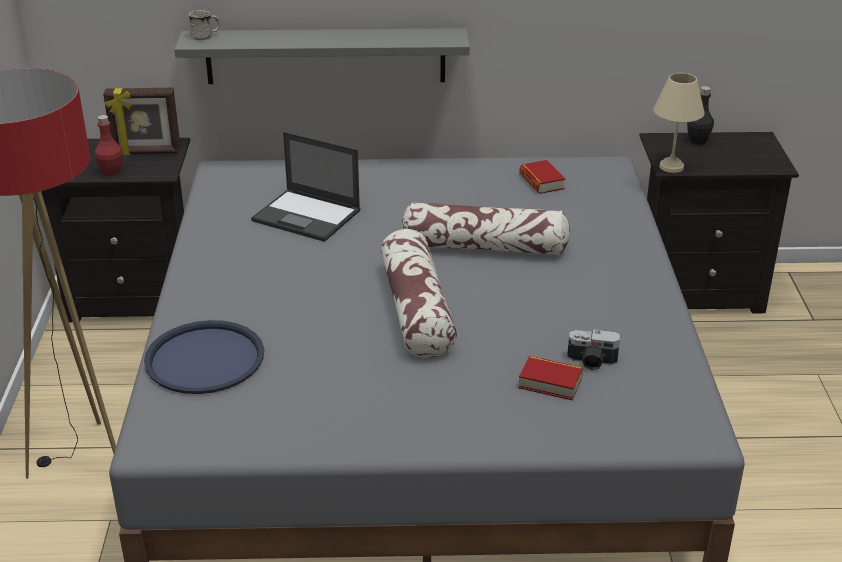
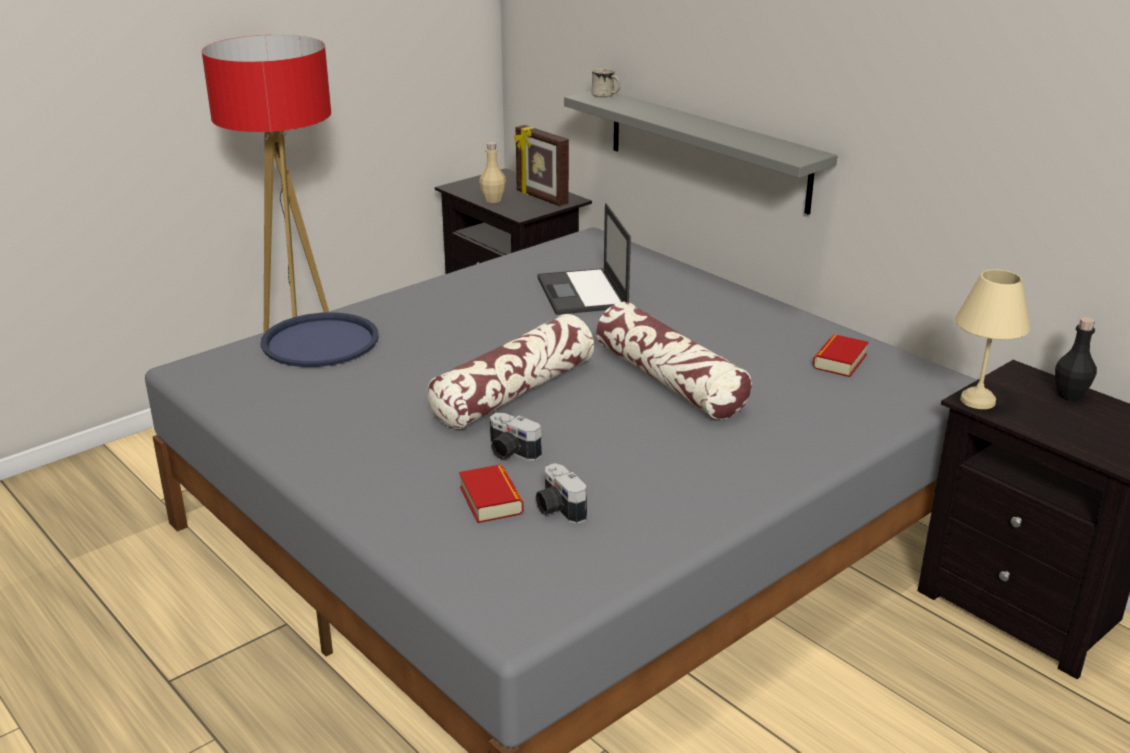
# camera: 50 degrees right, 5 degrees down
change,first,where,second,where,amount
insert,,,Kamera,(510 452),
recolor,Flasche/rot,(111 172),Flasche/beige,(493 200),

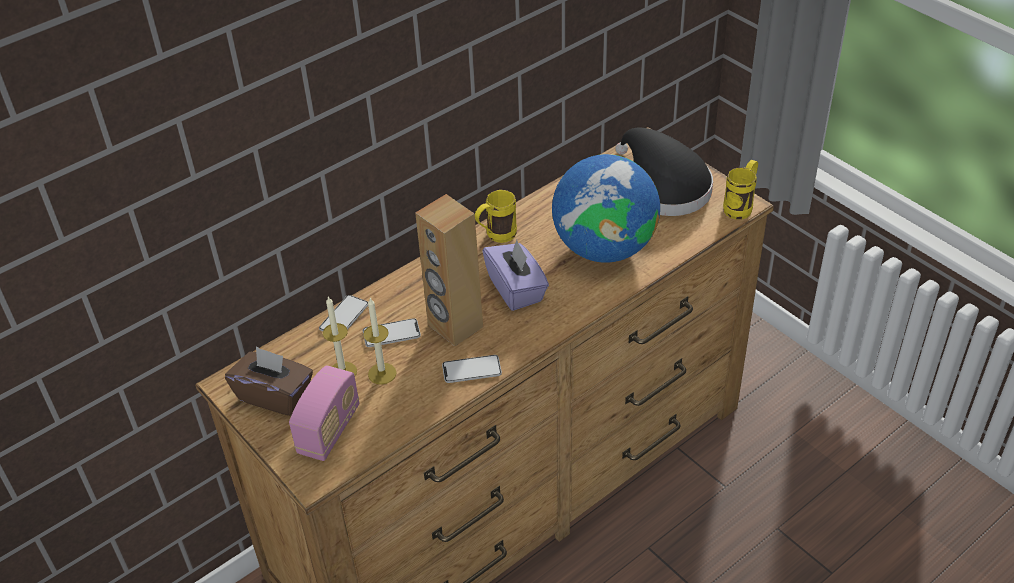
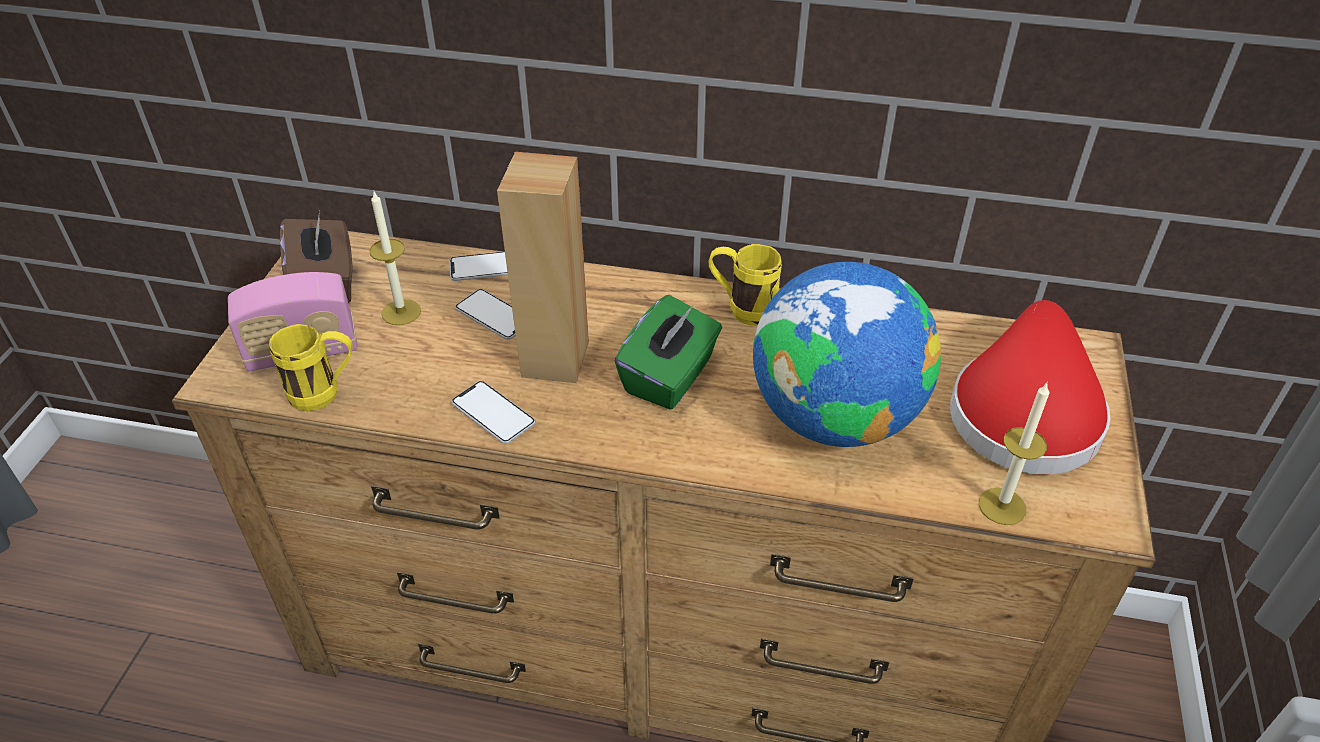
# camera: 50 degrees right, 0 degrees up
change,first,where,second,where,amount
move,Kerze,(382 373),,(1002 506),
move,Henkelbecher/gelb,(741 206),,(326 394),
recolor,Taschentuchbox/lila,(516 289),Taschentuchbox/grün,(670 377),
recolor,Hut/schwarz,(662 187),Hut/rot,(1024 411),

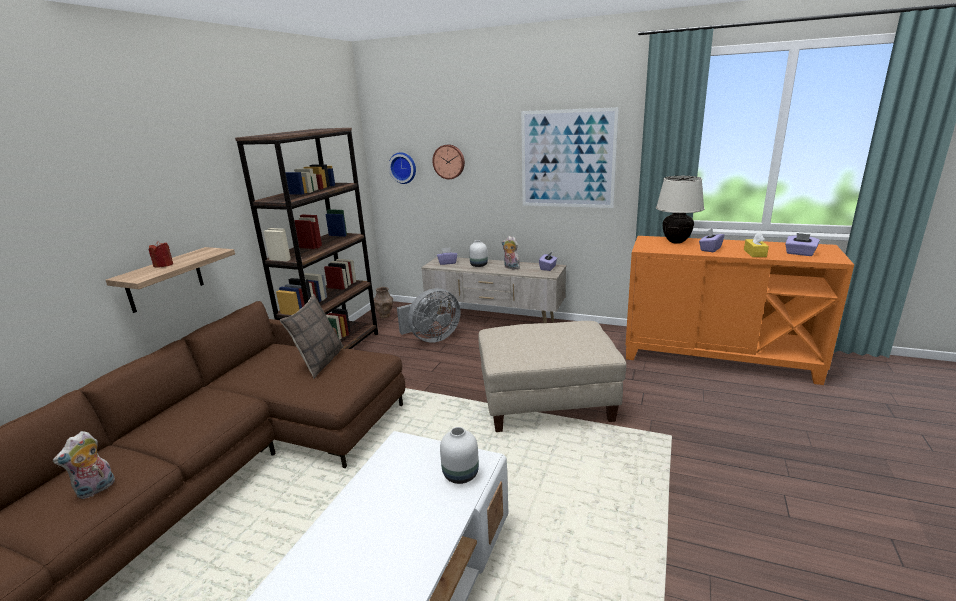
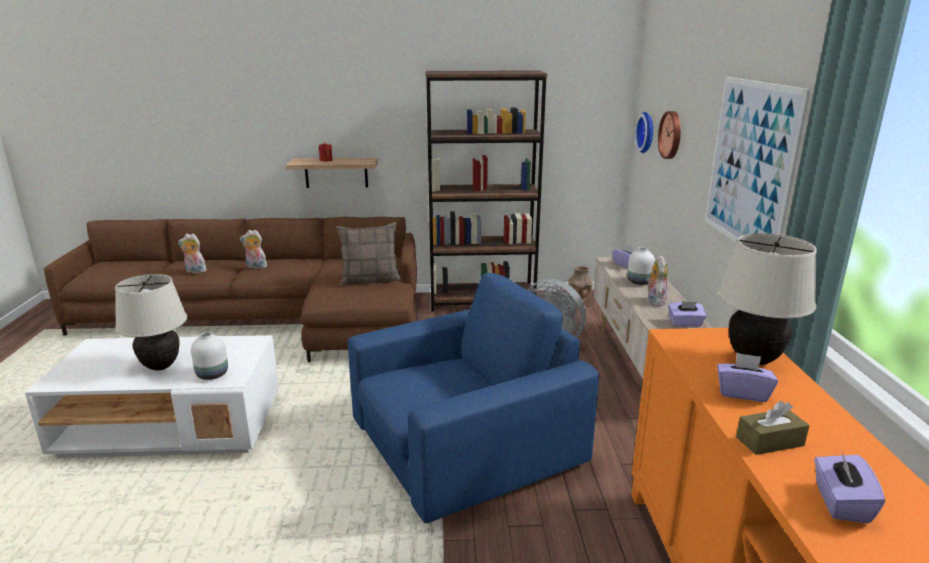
# camera: 65 degrees right, 0 degrees up
change,first,where,second,where,amount
insert,,,Tischlampe/beige,(161 366),
insert,,,Plüschtier,(255 267),
replace,Polsterhocker/beige,(546 403),Sessel/blau,(464 444),
recolor,Taschentuchbox/gelb,(755 253),Taschentuchbox/braun,(769 441),

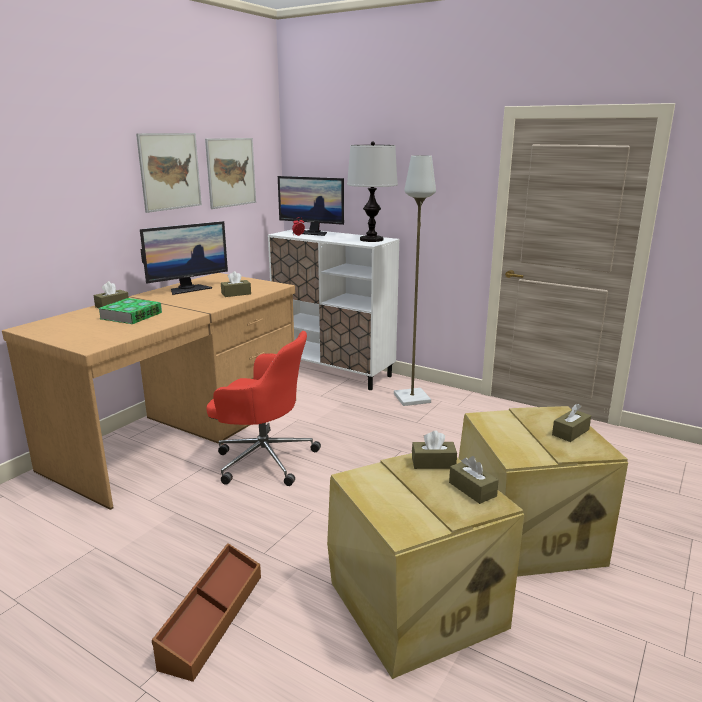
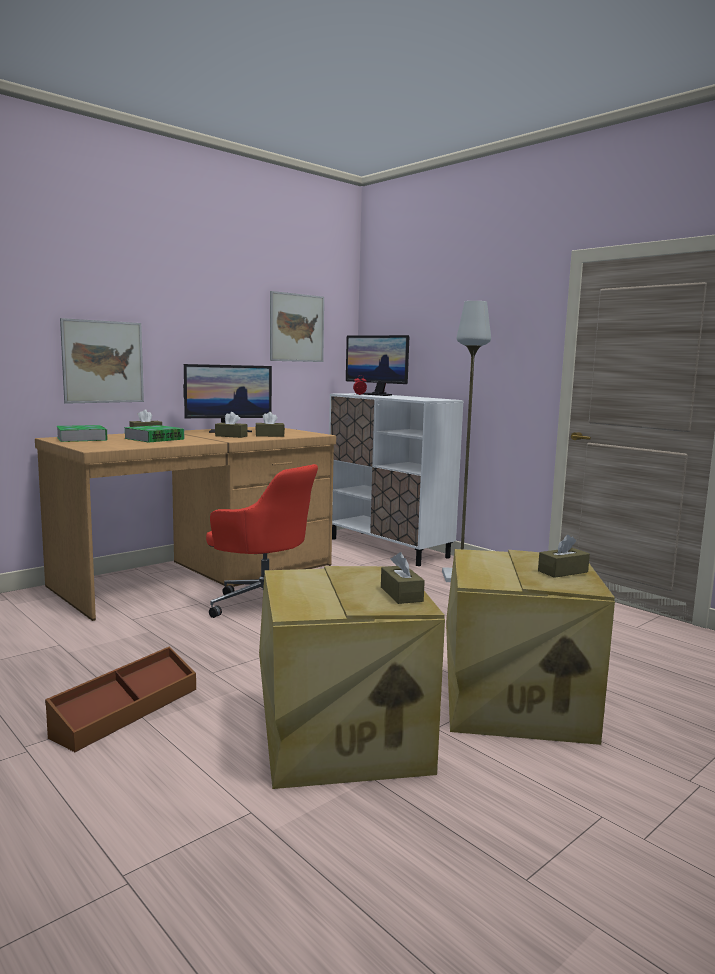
# camera: 15 degrees right, 10 degrees down
change,first,where,second,where,amount
delete,Tischlampe,(371 239),,,
insert,,,Buch,(82 438),
move,Bild,(170 171),,(103 362),
move,Taschentuchbox/braun,(433 463),,(231 436),

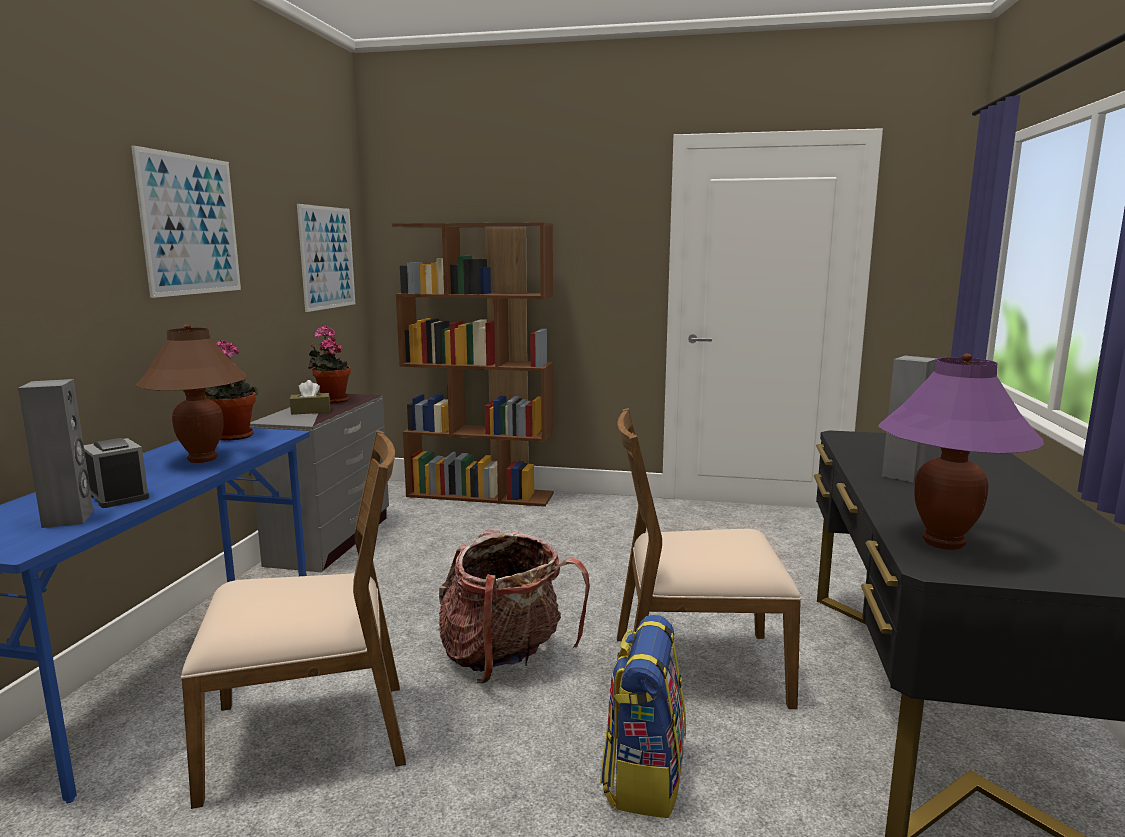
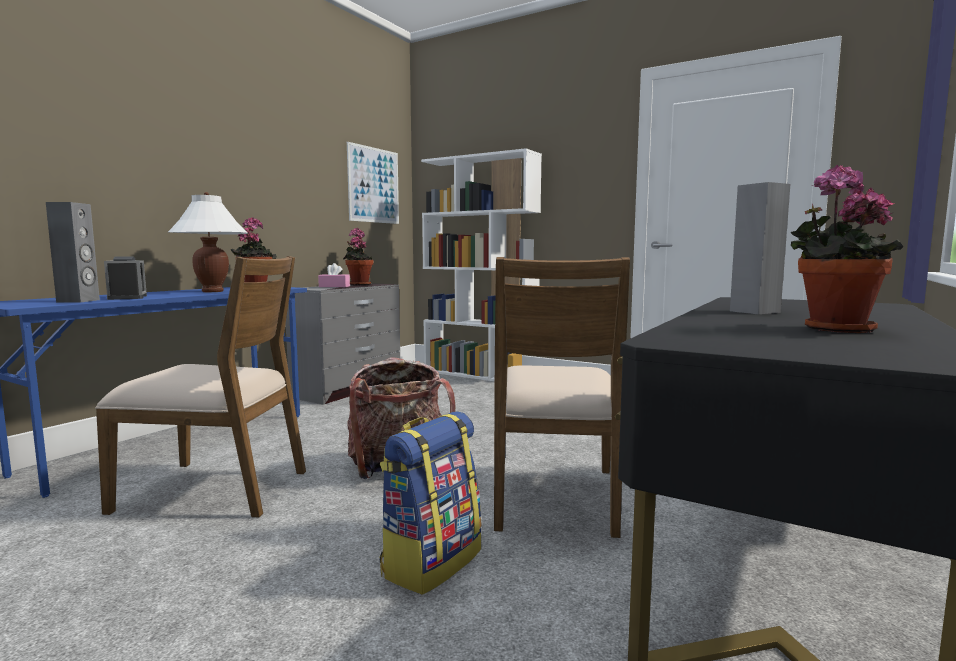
# camera: 20 degrees right, 5 degrees down
change,first,where,second,where,amount
delete,Bild,(190 225),,,
delete,Tischlampe/lila,(943 542),,,
insert,,,Topfpflanze,(832 329),
recolor,Tischlampe/braun,(203 459),Tischlampe/weiß,(213 291),
recolor,Taschentuchbox/braun,(311 411),Taschentuchbox/rosa,(334 286),
recolor,Bücherregal/braun,(481 495),Bücherregal/weiß,(480 375),
rotate,Stuhl/braun,(697 667),,(554 497),105 degrees counterclockwise

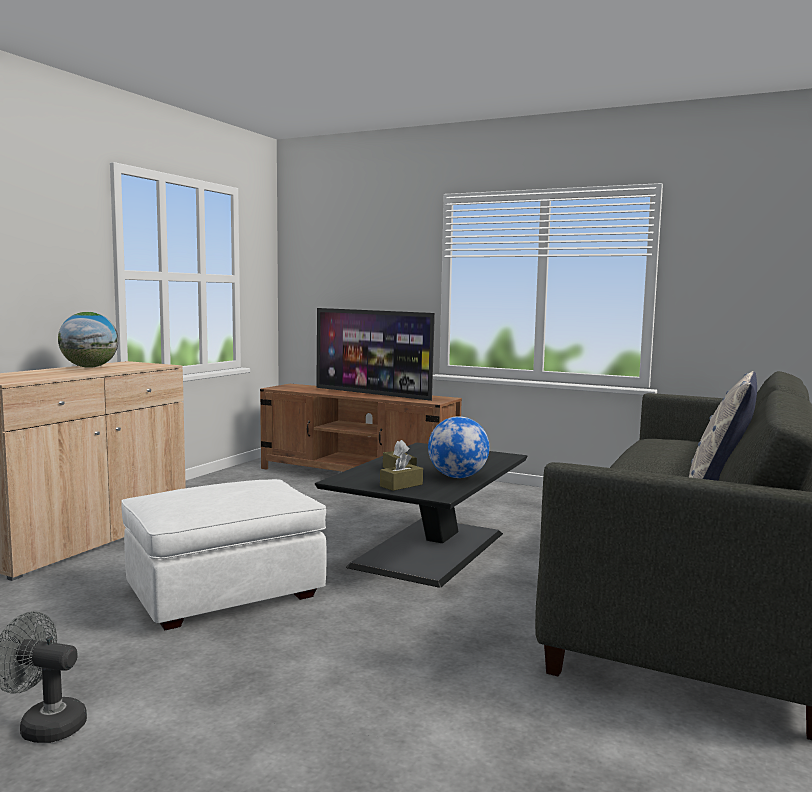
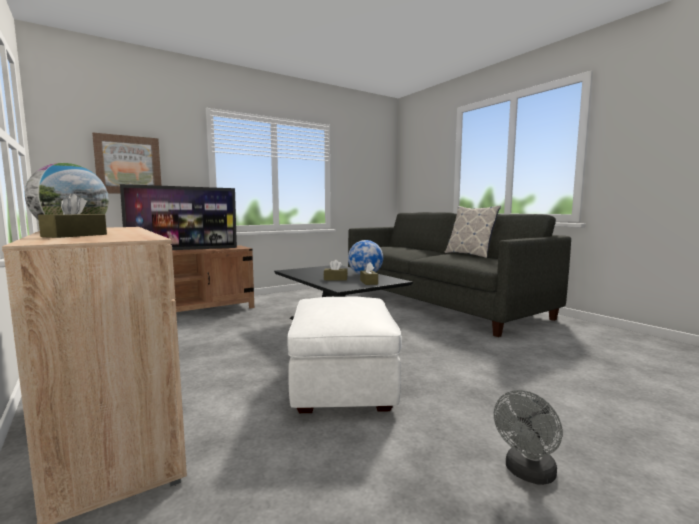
# camera: 60 degrees left, 0 degrees up
change,first,where,second,where,amount
insert,,,Taschentuchbox/braun,(75 235),
insert,,,Bild,(128 165),

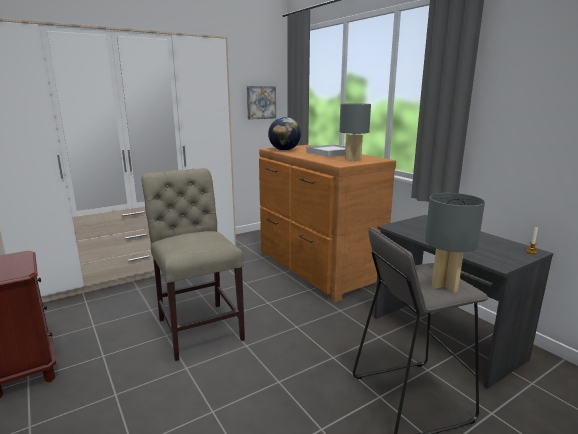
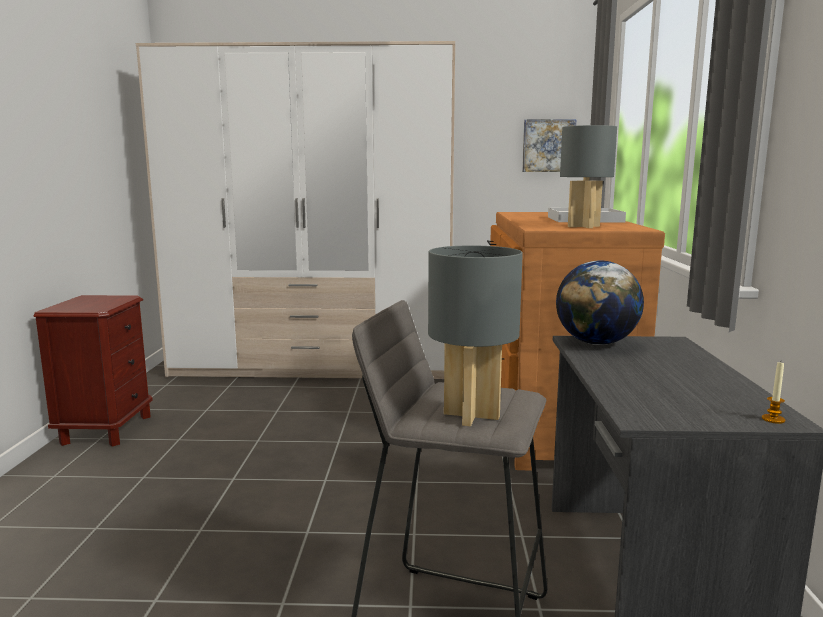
# camera: 35 degrees right, 5 degrees down
change,first,where,second,where,amount
delete,Stuhl/beige,(199 326),,,
move,Globus,(284 150),,(596 343),

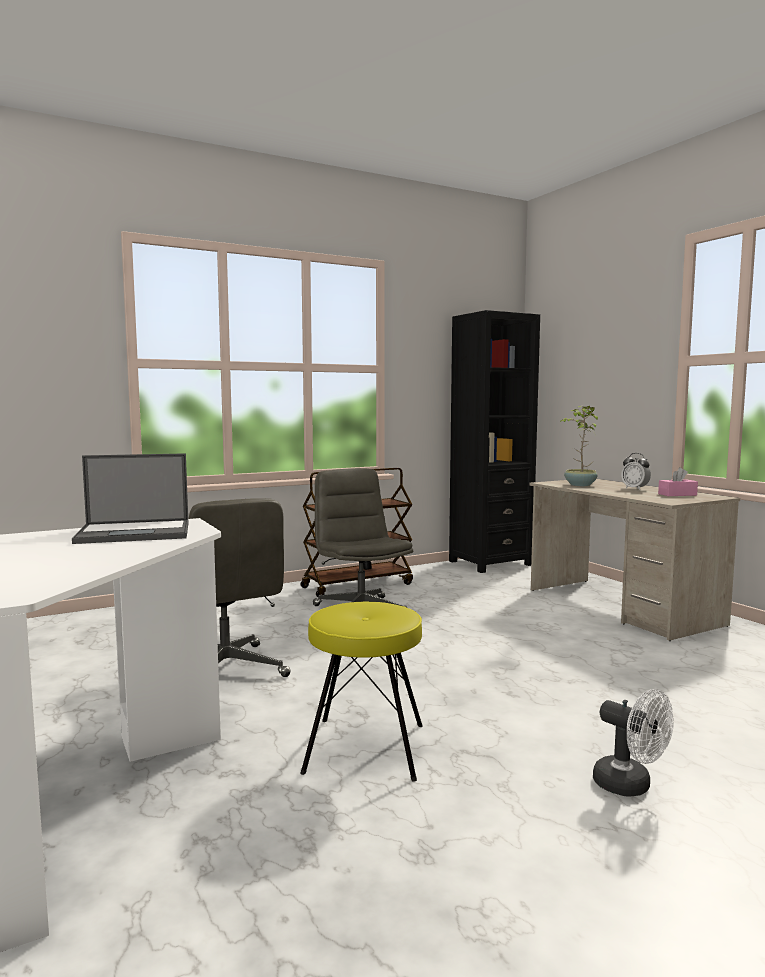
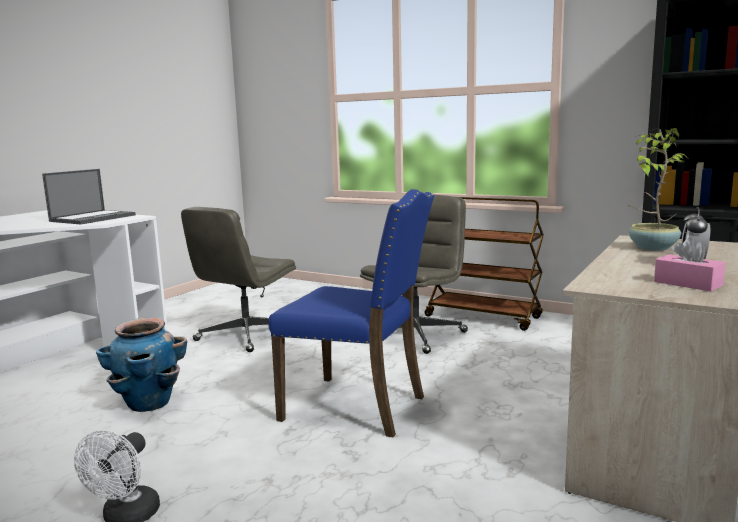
# camera: 60 degrees right, 5 degrees up
change,first,where,second,where,amount
insert,,,Stuhl/blau,(357 407),
replace,Hocker/gelb,(366 748),Pflanzkübel,(149 404),
rotate,Laptop,(136 533),,(93 218),105 degrees counterclockwise

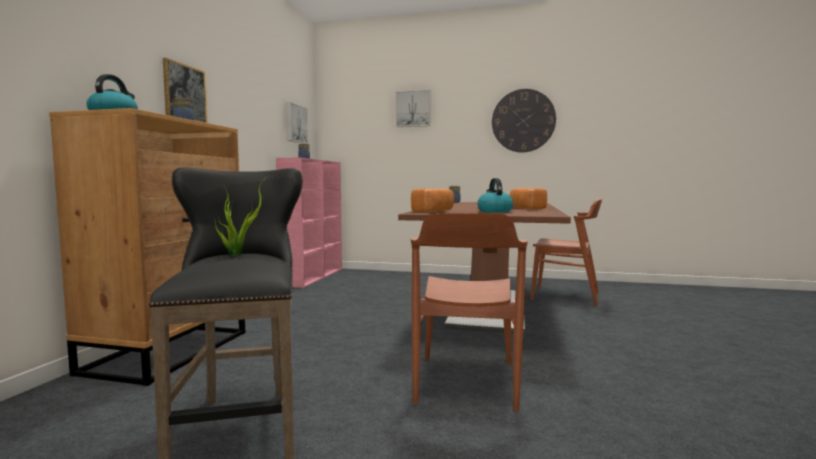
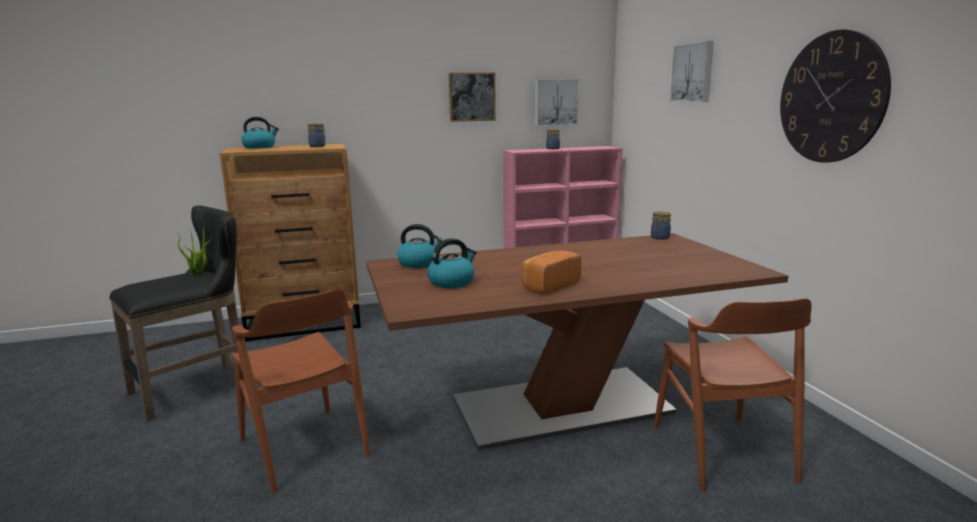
# camera: 60 degrees right, 10 degrees up
change,first,where,second,where,amount
move,Bild,(184 93),,(472 97),
replace,Brot,(434 211),Wasserkessel,(419 263),
rotate,Stuhl/braun,(466 382),,(304 447),105 degrees counterclockwise

